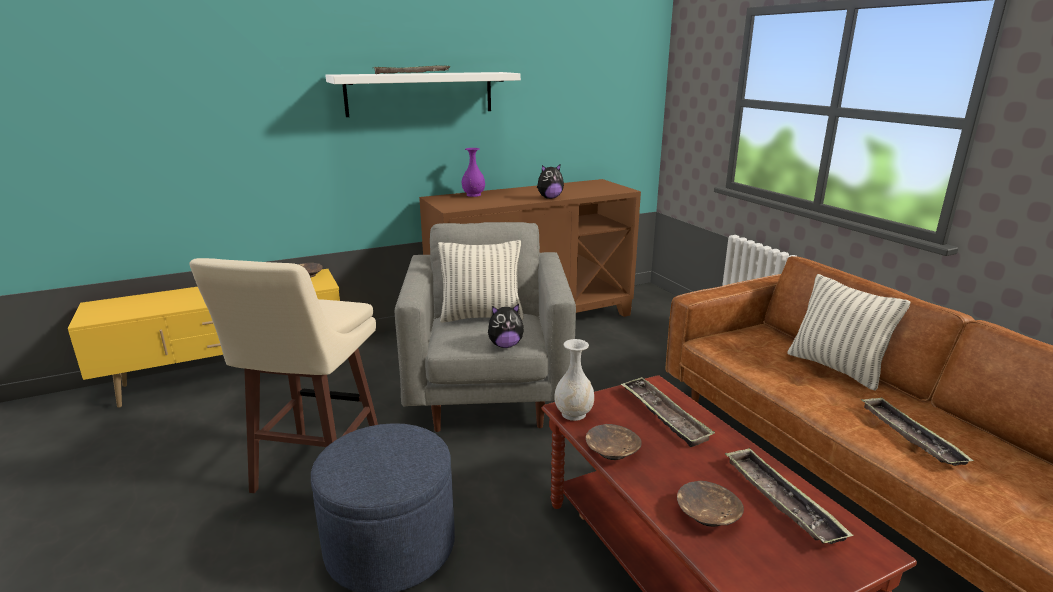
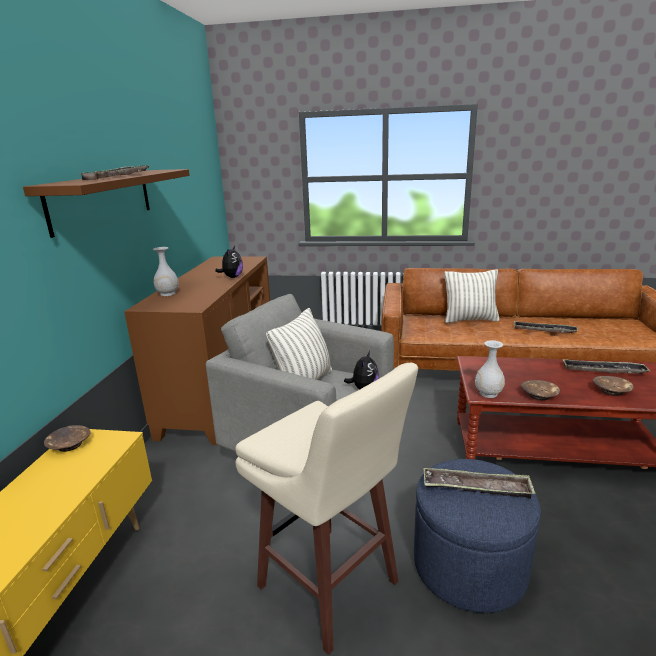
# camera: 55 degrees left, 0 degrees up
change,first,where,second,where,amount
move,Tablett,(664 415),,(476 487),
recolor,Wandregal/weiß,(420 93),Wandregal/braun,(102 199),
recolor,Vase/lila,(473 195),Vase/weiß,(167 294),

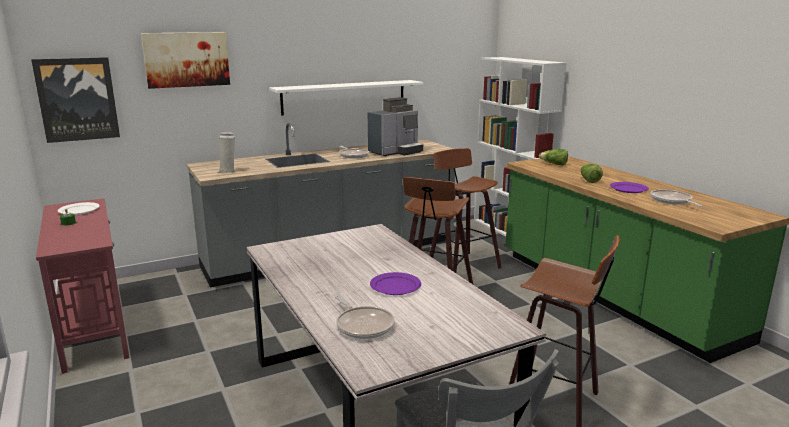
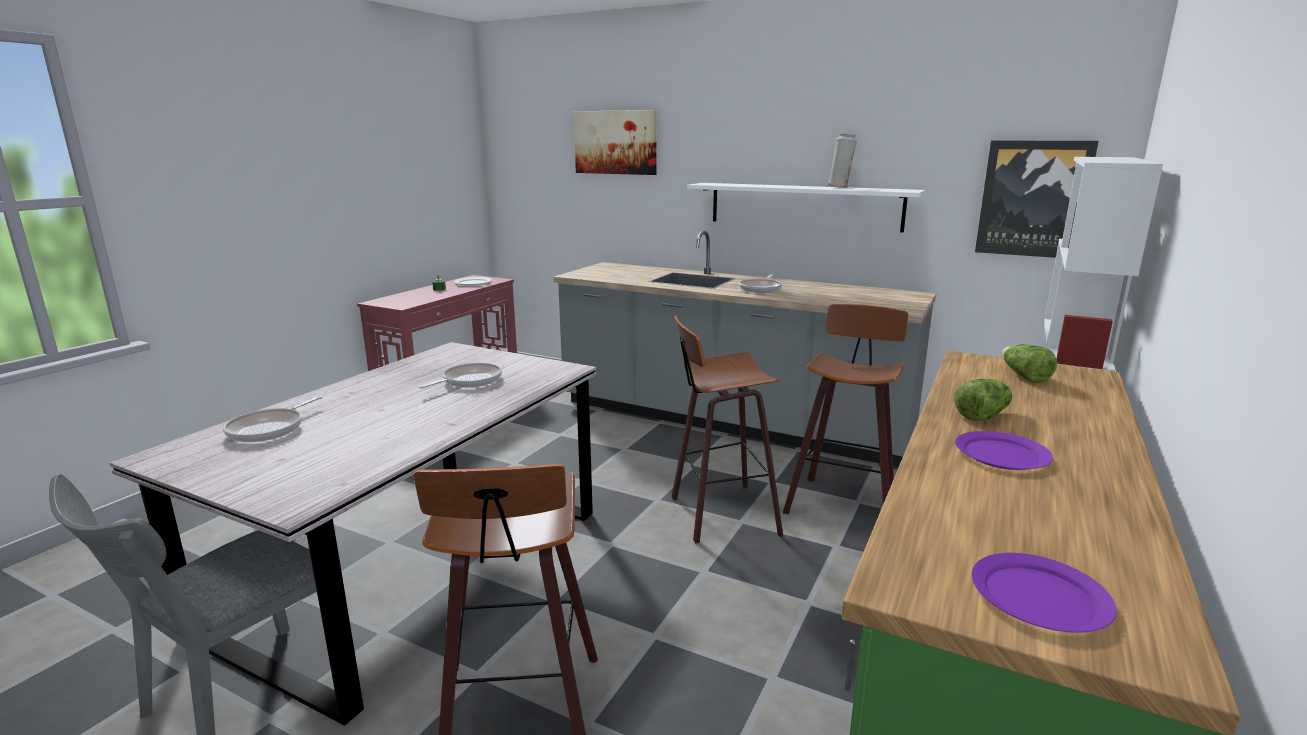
# camera: 55 degrees right, 0 degrees up
change,first,where,second,where,amount
delete,Kaffeemaschine,(396 152),,,
move,Bild,(77 99),,(1033 199),
move,Vase/weiß,(228 171),,(839 187),
move,Teller/lila,(395 286),,(1039 597),
move,Pfanne,(672 201),,(469 381),

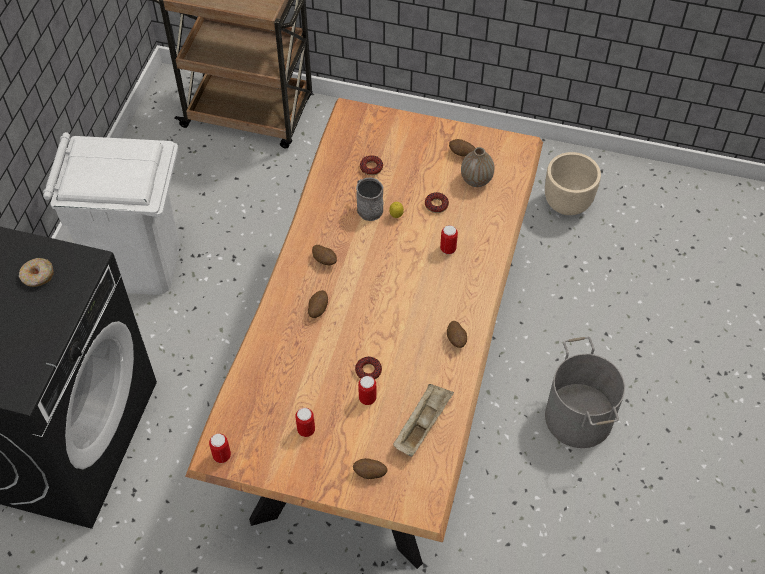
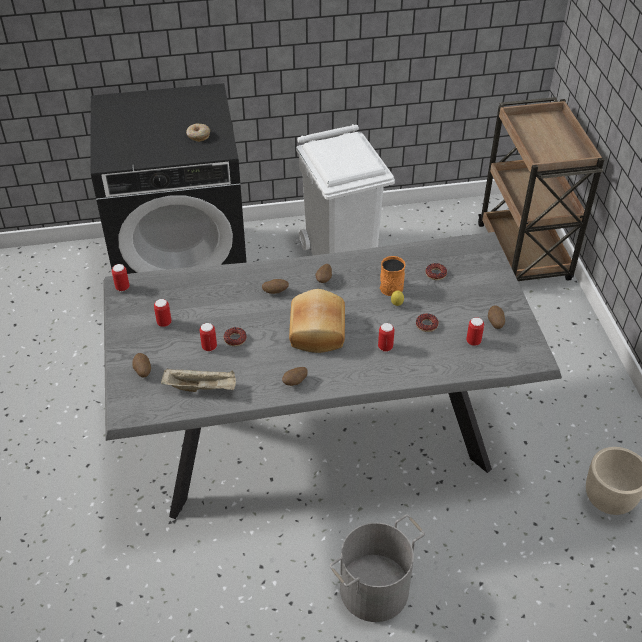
# camera: 65 degrees right, 10 degrees down
change,first,where,second,where,amount
insert,,,Brot,(315 331),
replace,Vase,(476 180),Dose,(473 341),
recolor,Esstisch/braun,(382 388),Esstisch/grau,(321 433),
recolor,Henkelbecher/grau,(367 207),Henkelbecher/orange,(393 285),

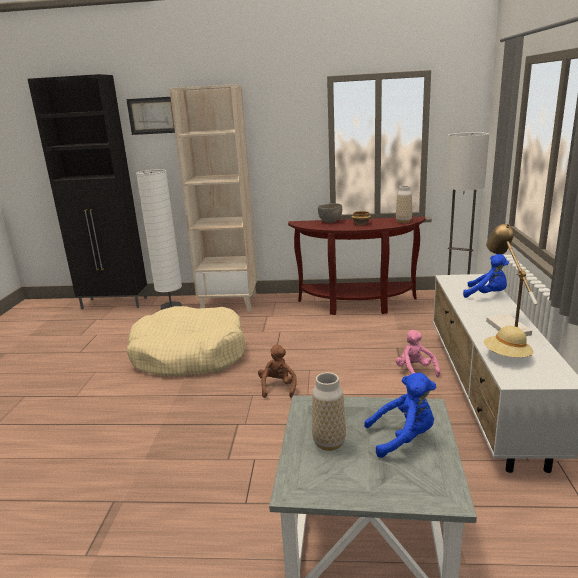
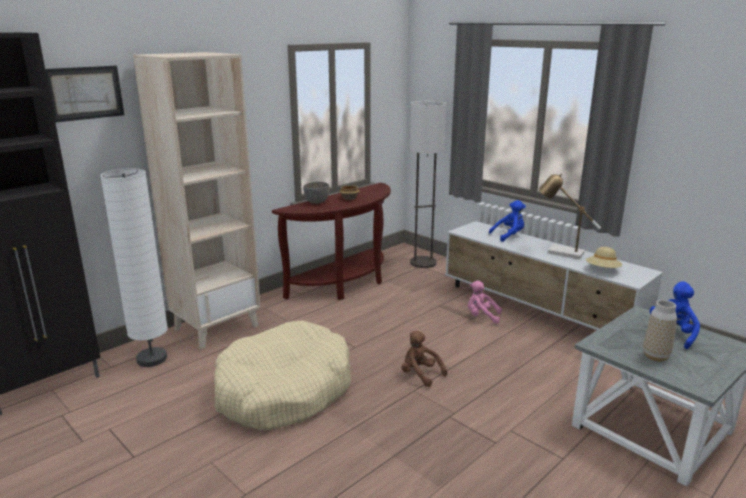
# camera: 50 degrees left, 0 degrees up
change,first,where,second,where,amount
delete,Vase,(403 221),,,

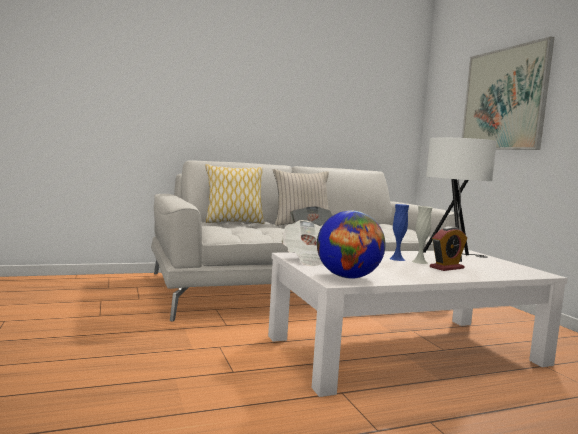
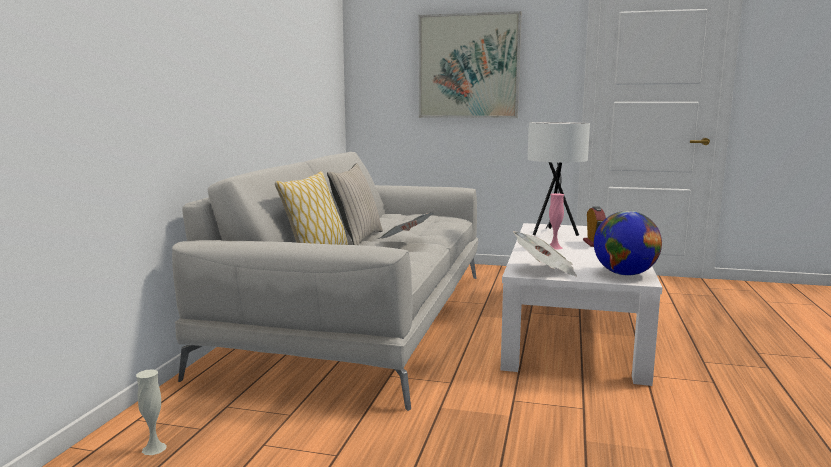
# camera: 55 degrees left, 5 degrees up
change,first,where,second,where,amount
move,Vase/weiß,(419 262),,(154 448),
recolor,Vase/blau,(397 259),Vase/rosa,(554 247),

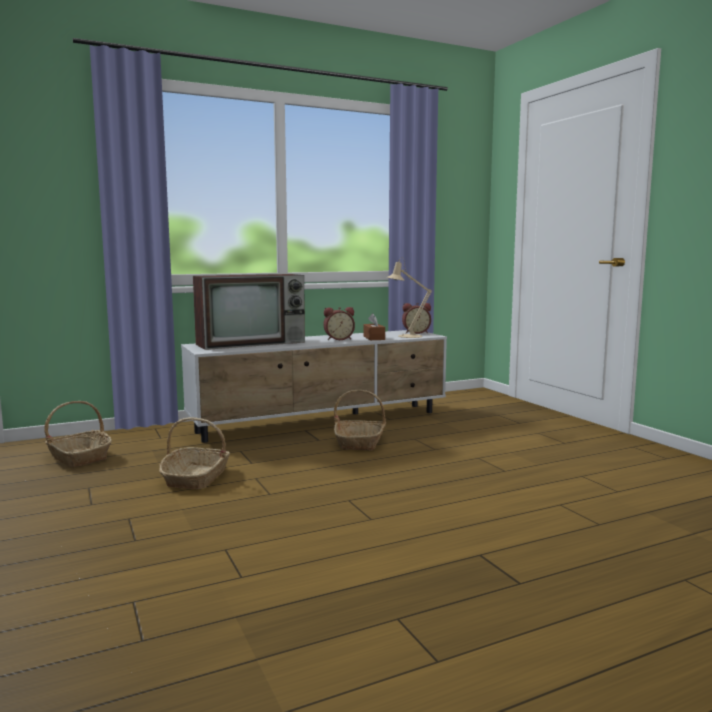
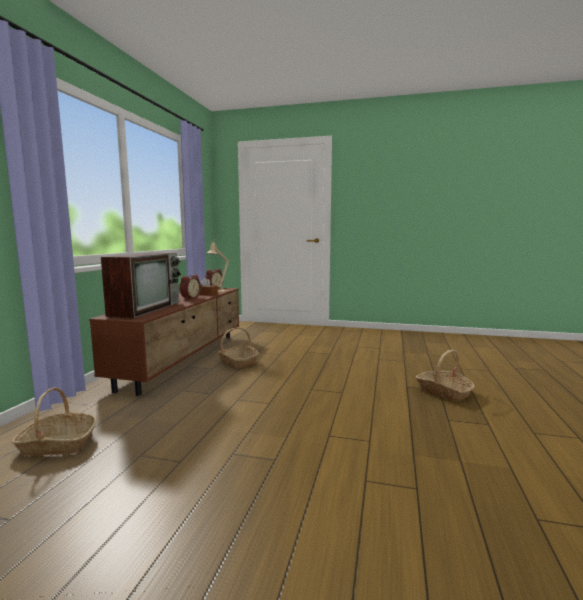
# camera: 50 degrees left, 0 degrees up
change,first,where,second,where,amount
move,Korb,(196 477),,(444 392),
recolor,Fernsehschrank/weiß,(322 422),Fernsehschrank/braun,(184 359),

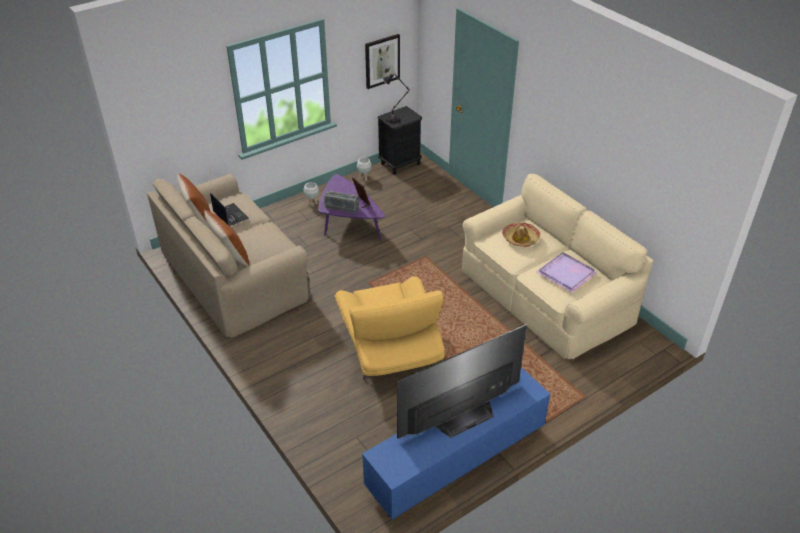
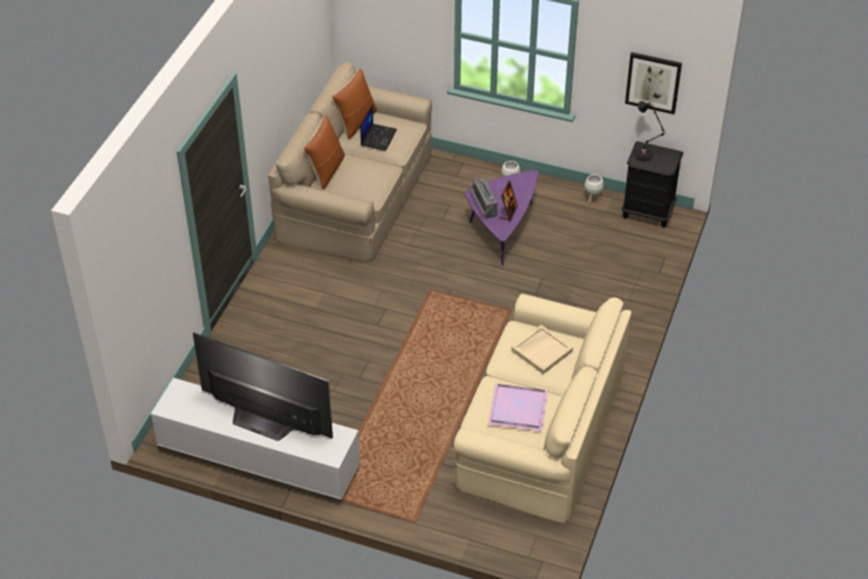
# camera: 55 degrees right, 5 degrees up
change,first,where,second,where,amount
delete,Sessel/gelb,(390 350),,,
replace,Hut,(520 238),Tablett/beige,(542 350),
recolor,Fernsehschrank/blau,(455 461),Fernsehschrank/weiß,(258 461),

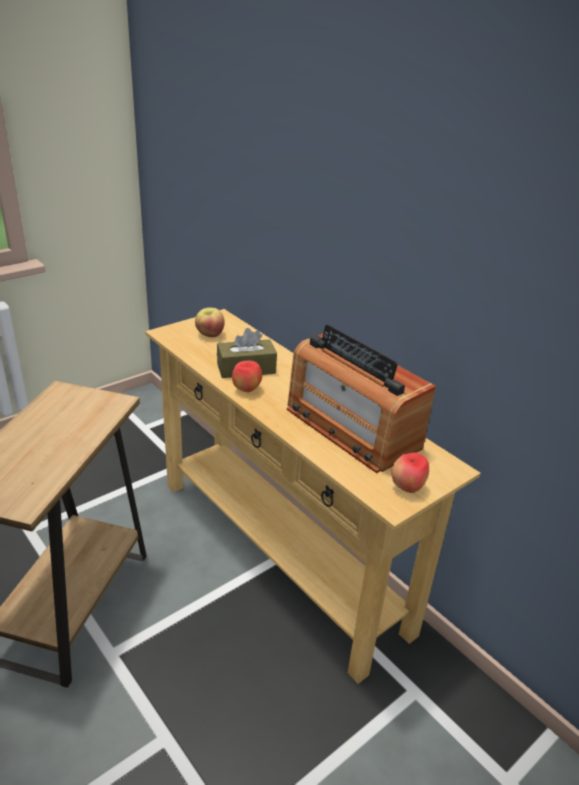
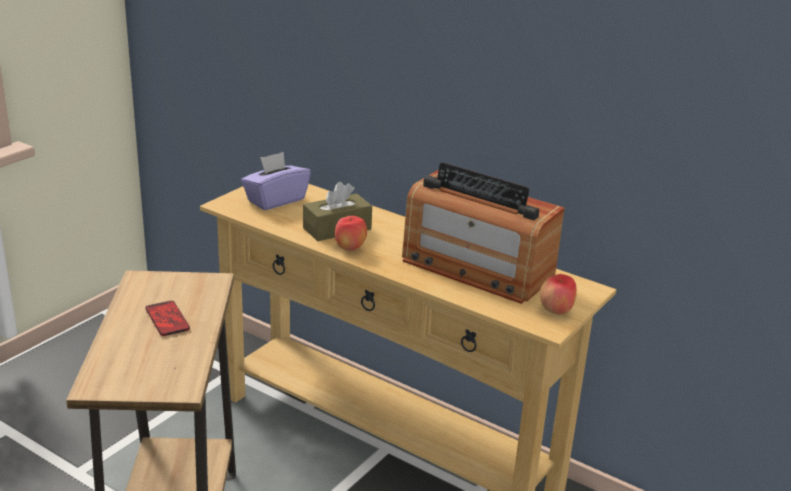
# camera: 15 degrees left, 5 degrees down
change,first,where,second,where,amount
insert,,,Handy,(167 319),
replace,Apfel,(209 334),Taschentuchbox/lila,(275 200),

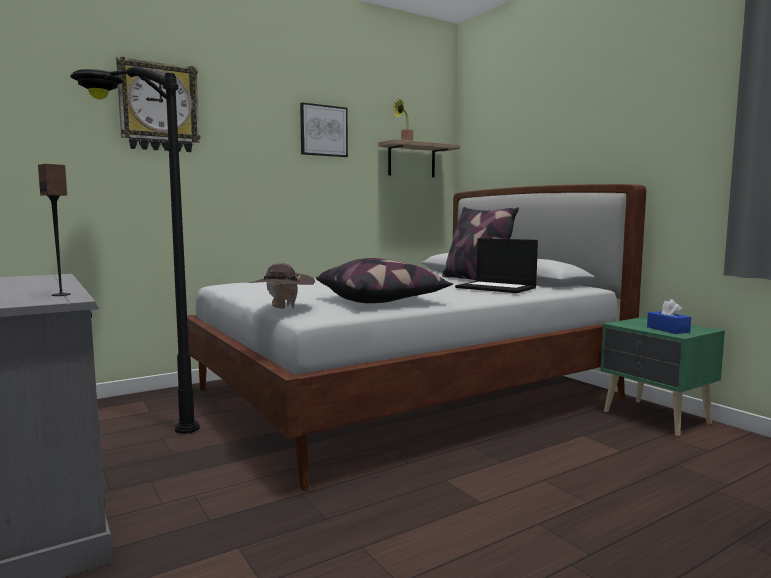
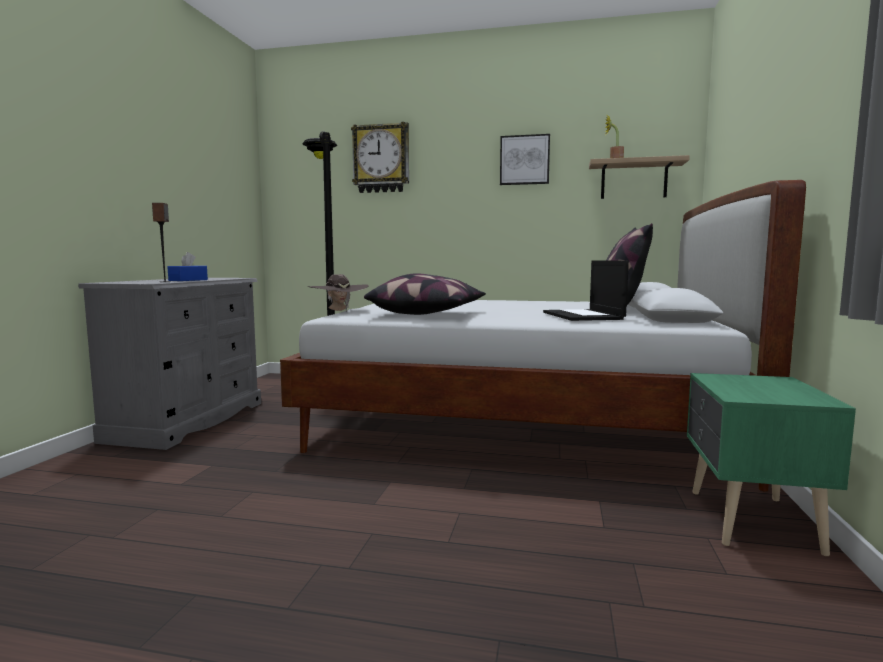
# camera: 45 degrees right, 0 degrees up
change,first,where,second,where,amount
move,Taschentuchbox/blau,(668 329),,(188 280),

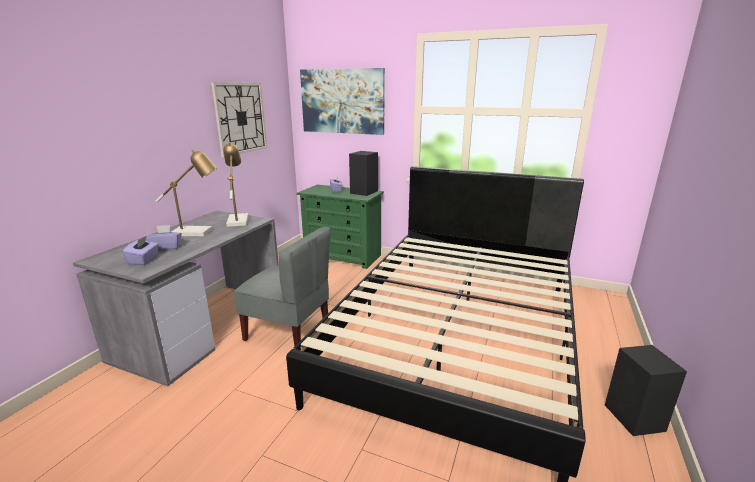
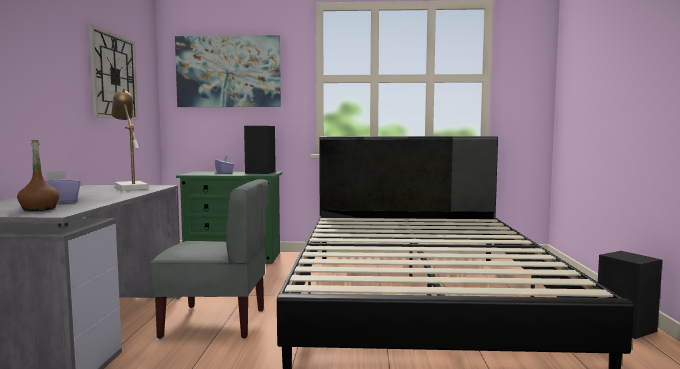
# camera: 20 degrees left, 15 degrees down
change,first,where,second,where,amount
delete,Tischlampe,(197 232),,,
replace,Taschentuchbox/lila,(144 260),Flasche/braun,(39 209),

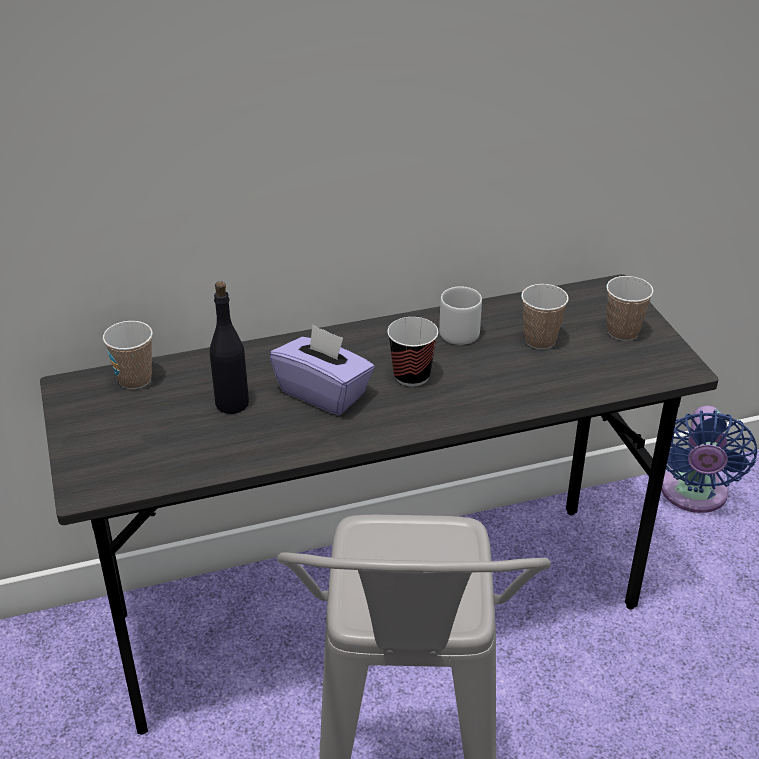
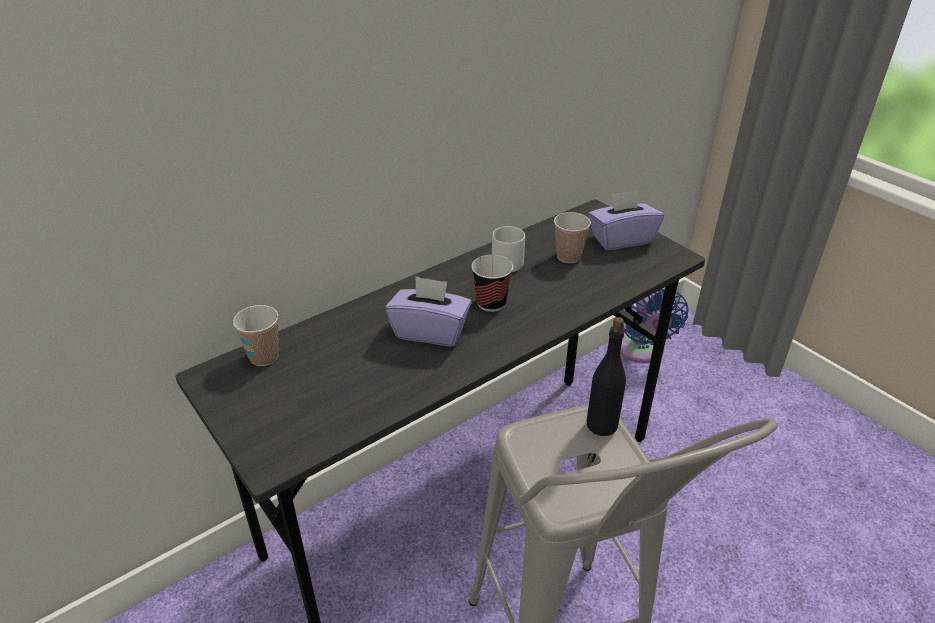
# camera: 20 degrees left, 0 degrees up
change,first,where,second,where,amount
move,Flasche/schwarz,(232 403),,(601 424),
replace,Tasse,(622 332),Taschentuchbox/lila,(621 239),

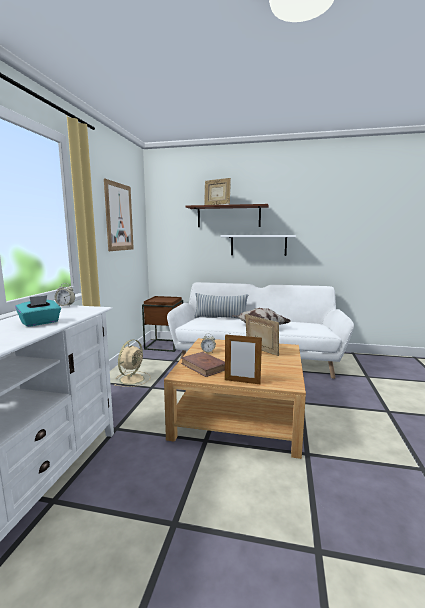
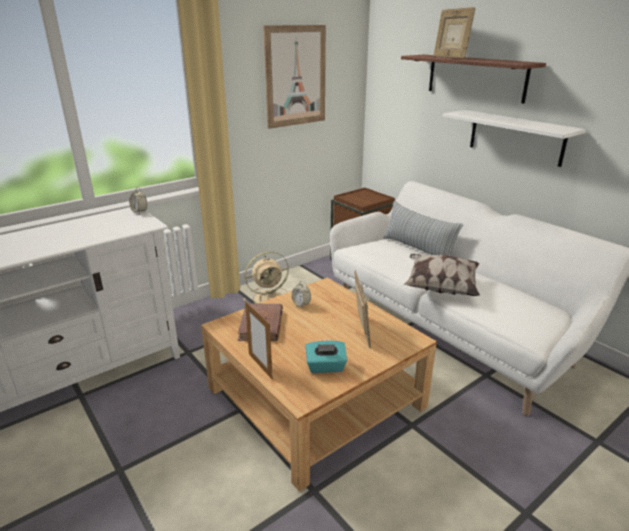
# camera: 40 degrees right, 15 degrees up
change,first,where,second,where,amount
move,Taschentuchbox/türkis,(40 323),,(326 367),

